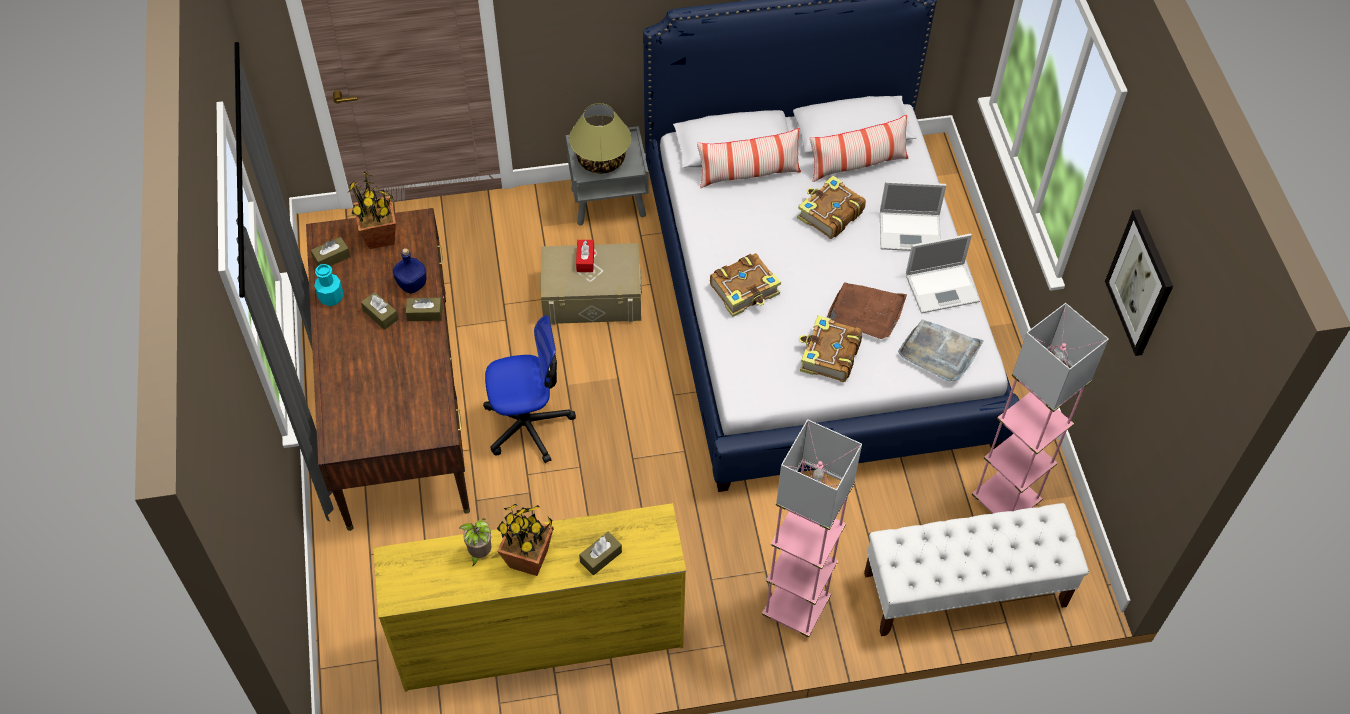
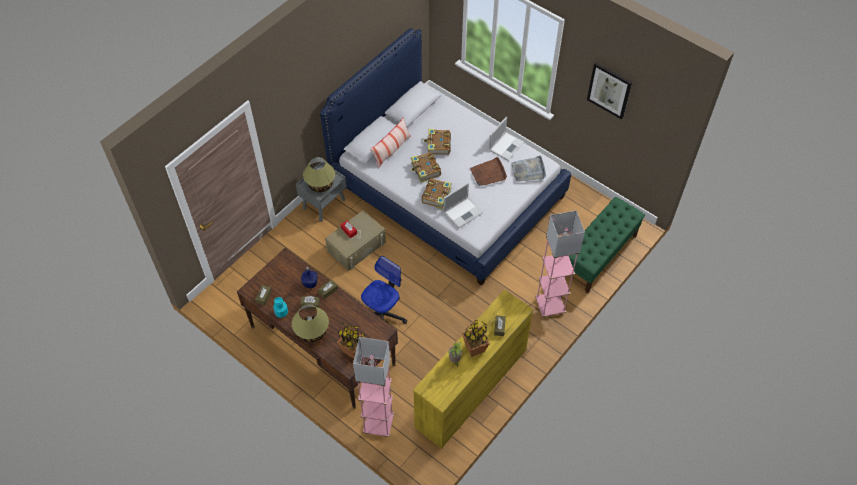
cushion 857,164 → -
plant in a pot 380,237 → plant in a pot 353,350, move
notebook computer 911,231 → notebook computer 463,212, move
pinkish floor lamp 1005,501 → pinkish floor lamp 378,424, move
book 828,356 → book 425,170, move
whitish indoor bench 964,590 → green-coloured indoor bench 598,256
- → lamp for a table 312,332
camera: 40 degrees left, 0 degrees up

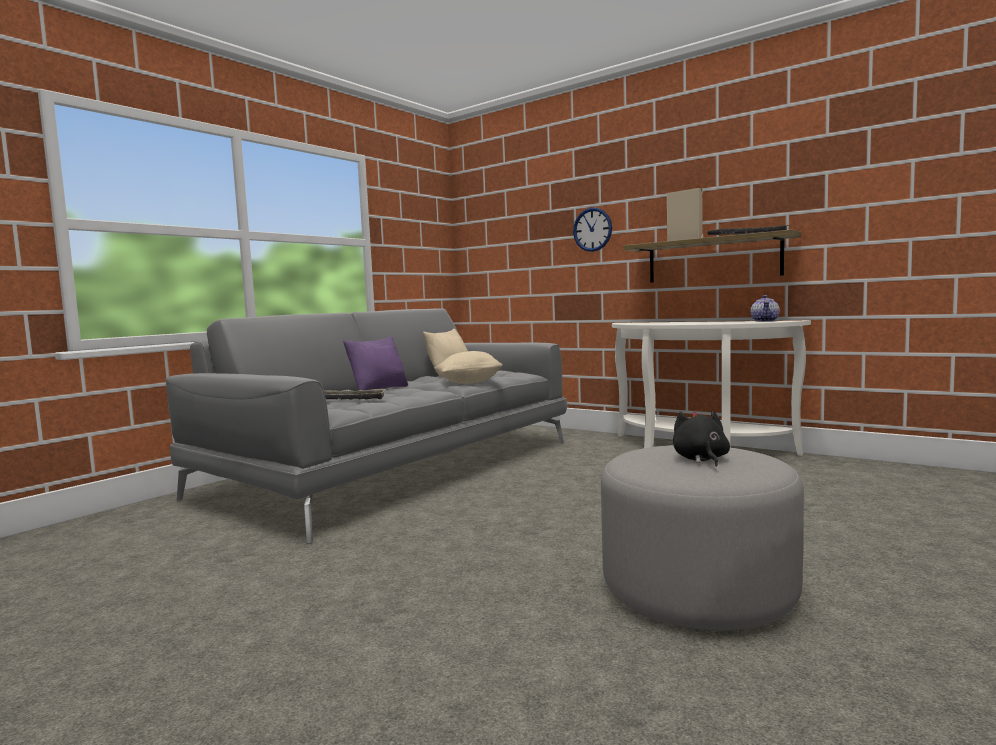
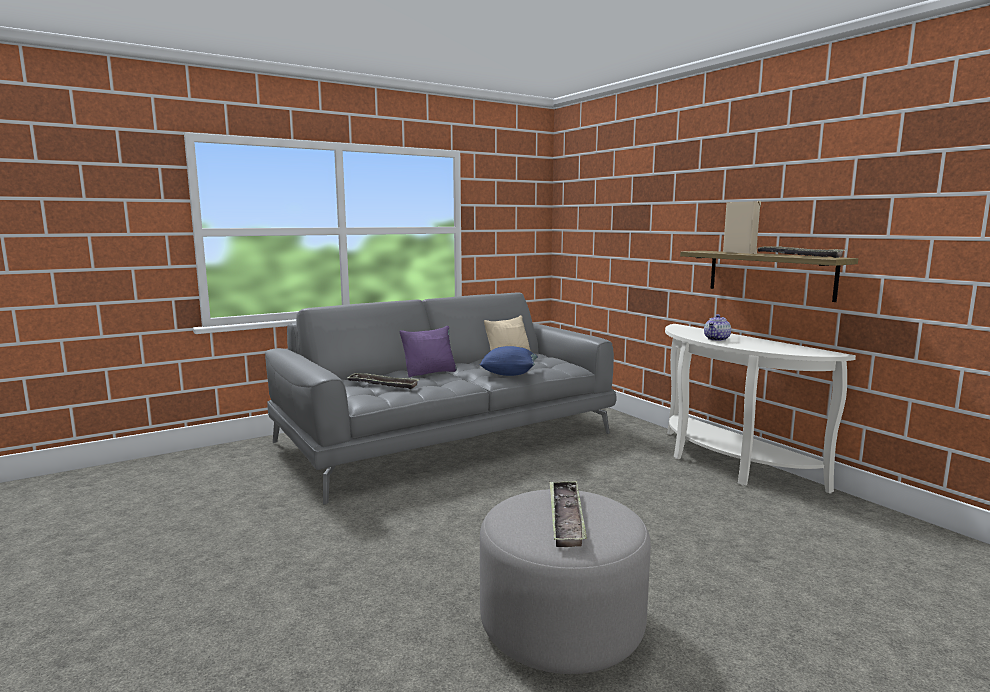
clock on the wall 592,229 → -
teapot 765,321 → teapot 717,339, move
beige-coloured cushion 469,382 → blue cushion 509,374
black-coloured cuddly toy 701,459 → serving tray 566,517
camera: 20 degrees right, 5 degrees up

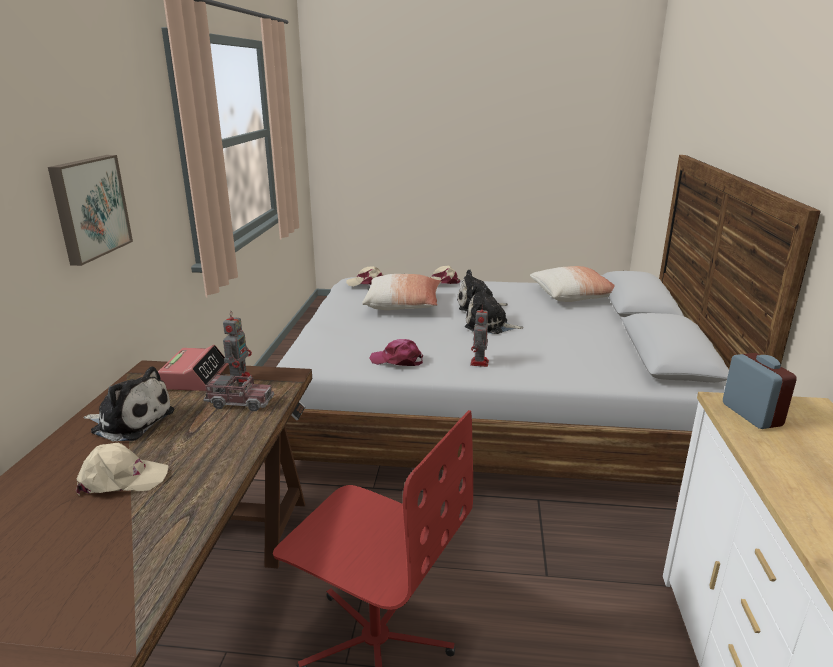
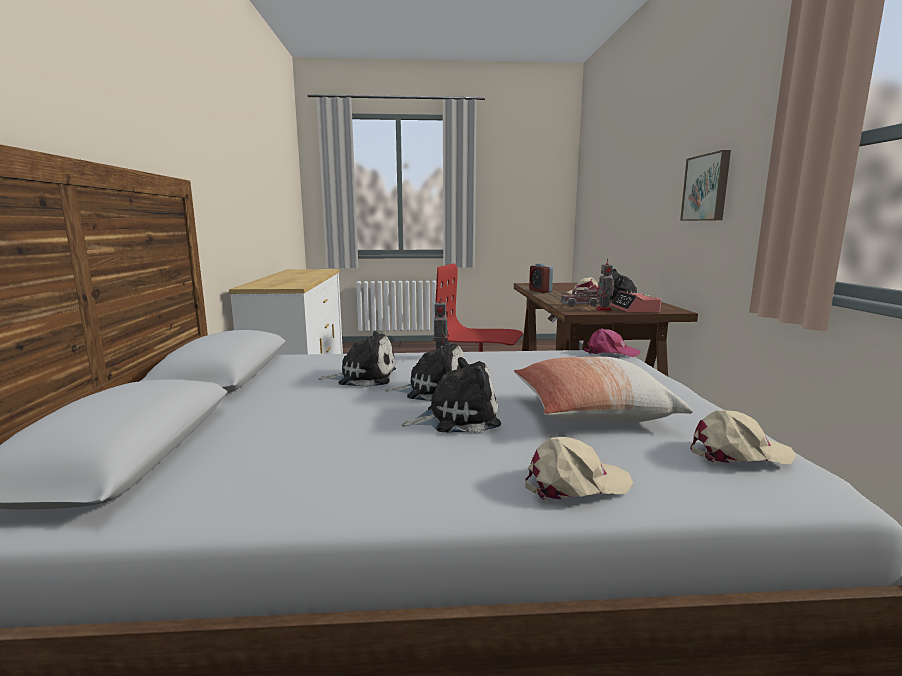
cushion 573,296 → -
pinkish cap 397,360 → pinkish cap 610,352, move
alarm clock 751,415 → alarm clock 540,291, move
- → cuddly toy 363,377
camera: 170 degrees right, 10 degrees down

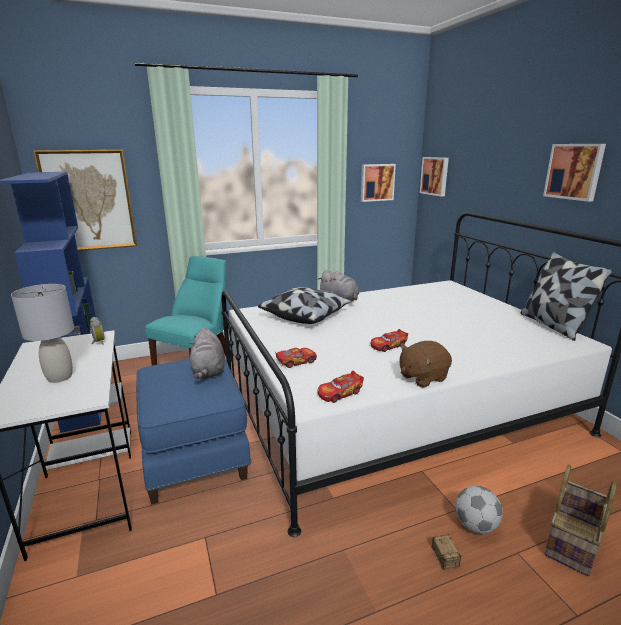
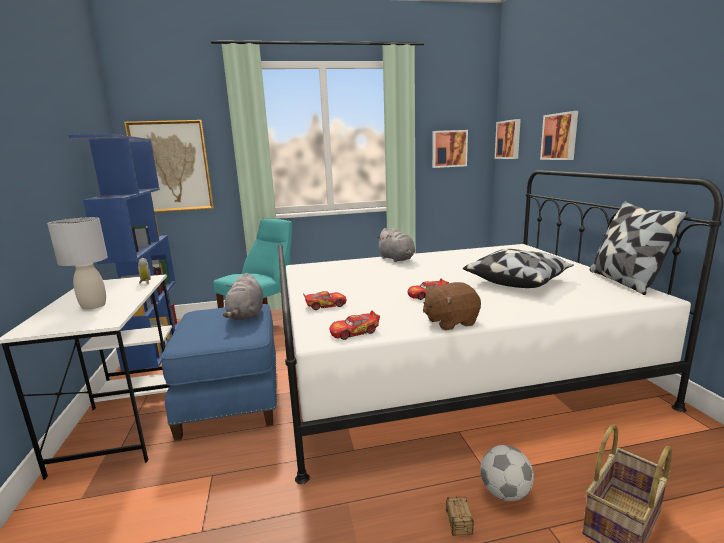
picture 574,171 → picture 560,136, move
cushion 306,316 → cushion 517,281, move
camera: 10 degrees right, 5 degrees down

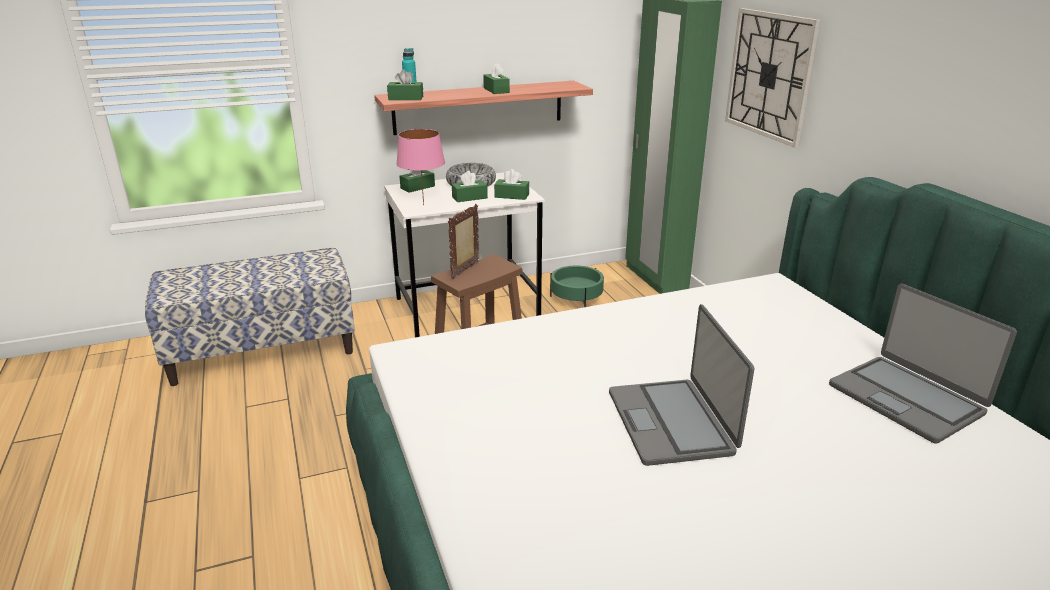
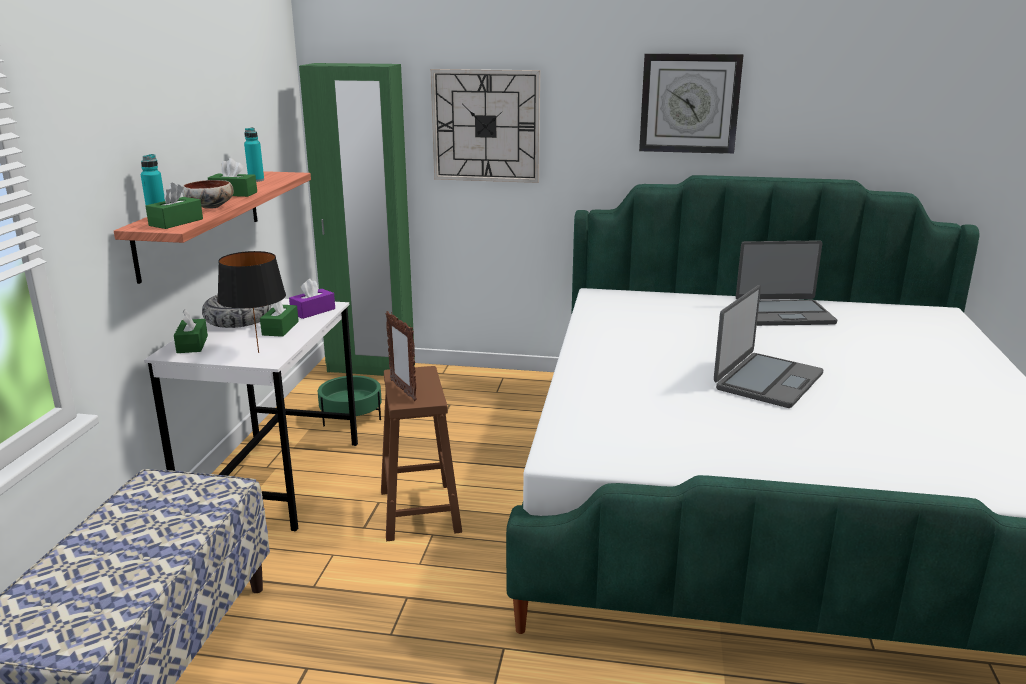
pinkish lamp for a table 424,204 → black-coloured lamp for a table 258,352
green-coloured tissue holder 511,196 → purple tissue holder 313,311
notebook computer 671,422 → notebook computer 767,381, 75 degrees counterclockwise
- → clock on the wall 689,103
- → blue-green drink bottle 256,180
- → bowl 210,207
camera: 60 degrees left, 5 degrees down

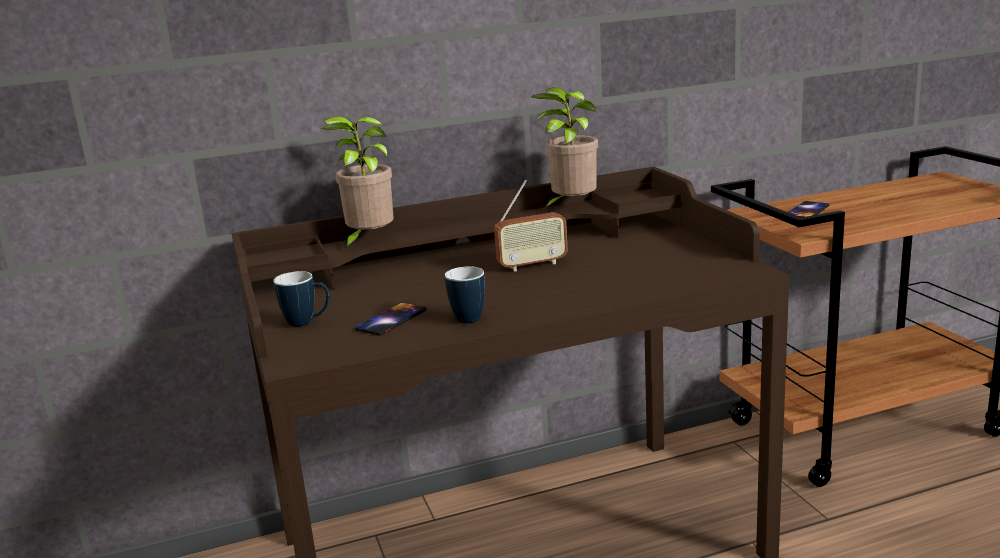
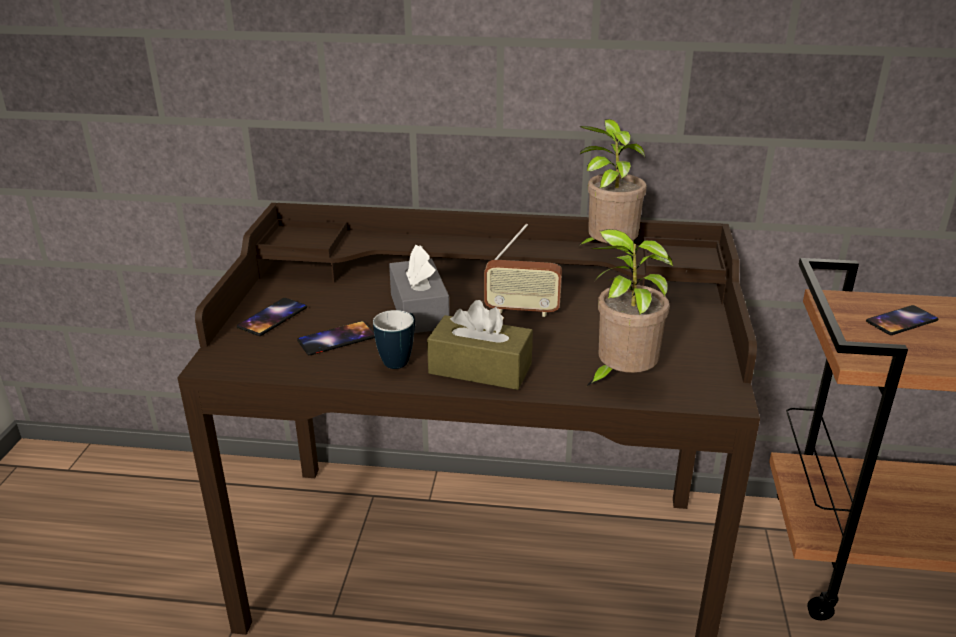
plant in a pot 368,242 → plant in a pot 621,379, move
mug 307,323 → phone 273,317
- → greyish tissue holder 419,311
- → brown tissue holder 480,369
camera: 25 degrees right, 10 degrees up

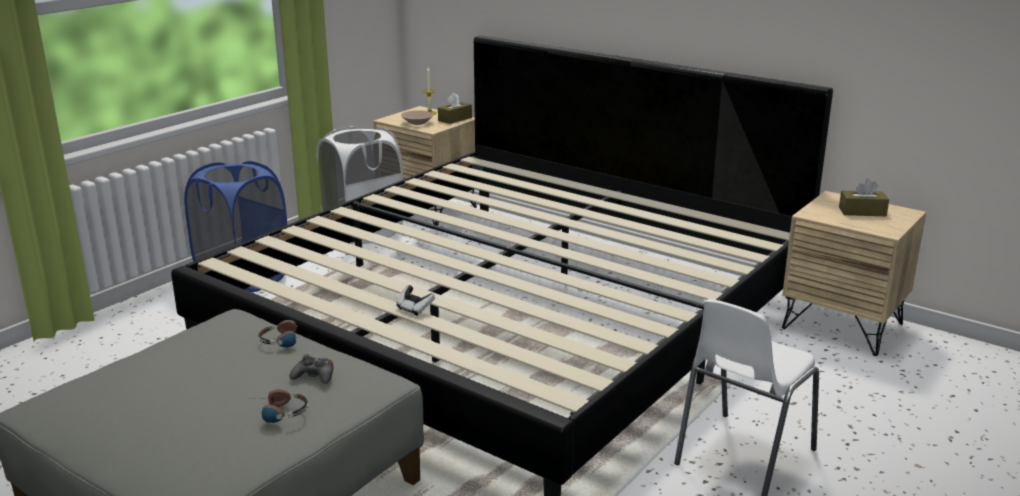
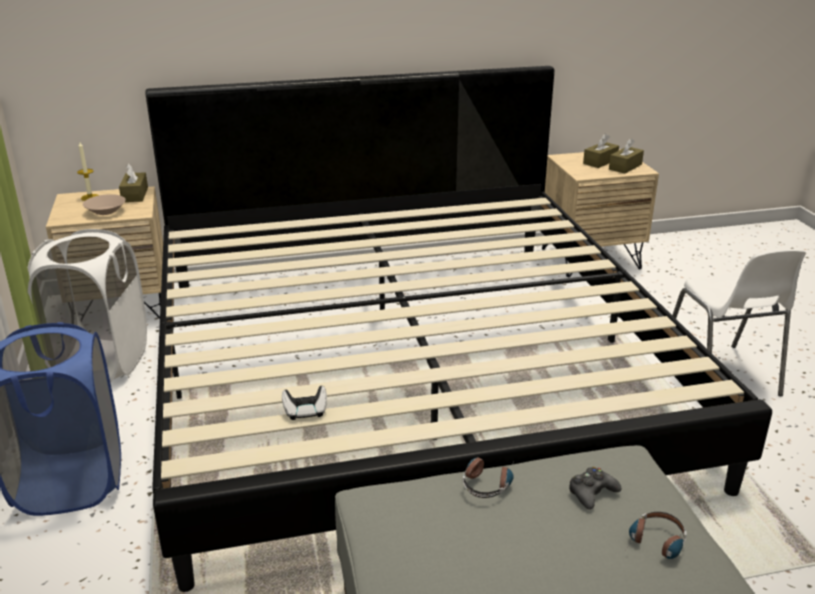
gamepad 414,309 → gamepad 305,412, move
- → brown tissue holder 625,167
camera: 50 degrees left, 5 degrees up

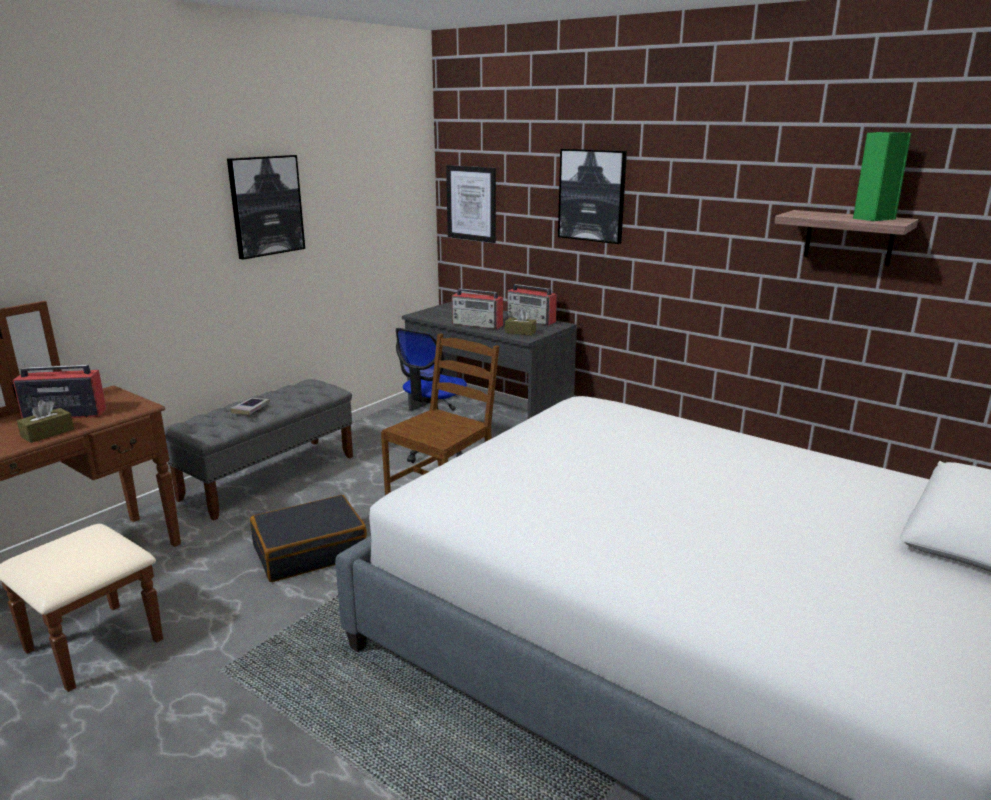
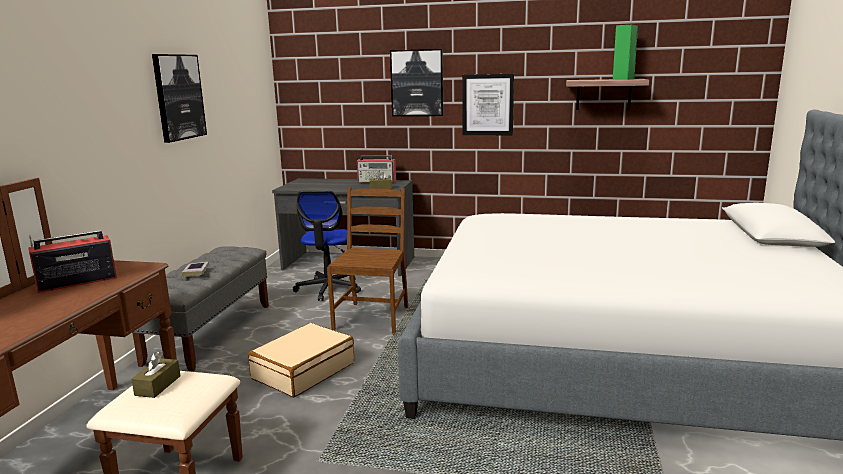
picture 471,203 → picture 487,105, move
radio 478,325 → -
brown tissue holder 47,433 → brown tissue holder 158,385, move
black-coloured piece of luggage 310,551 → beige-coloured piece of luggage 303,371
camera: 25 degrees left, 5 degrees down

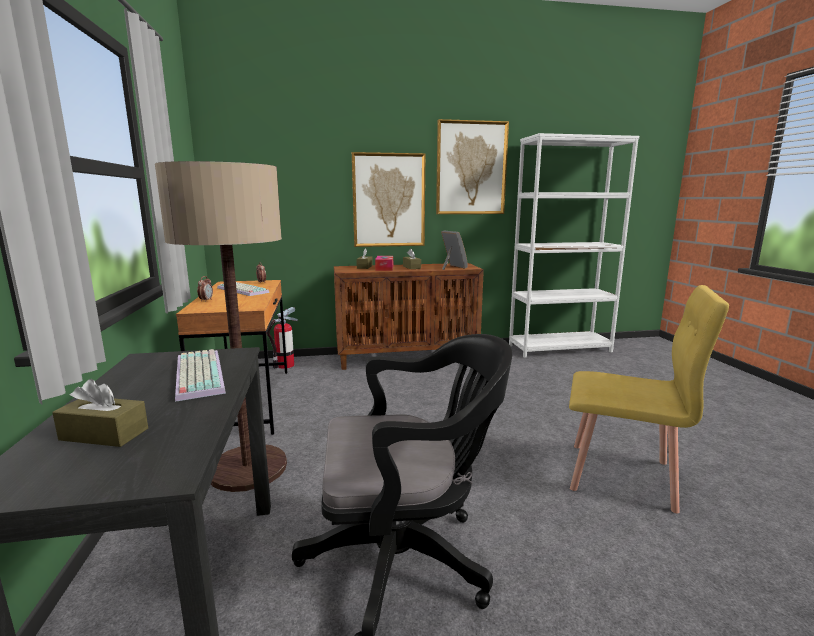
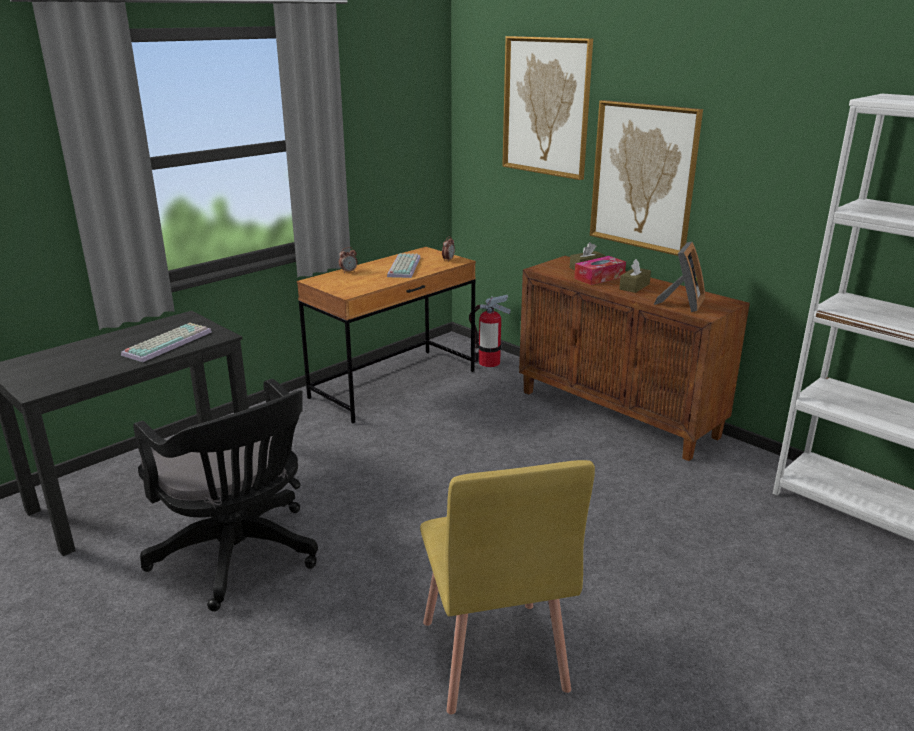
picture 471,168 → picture 546,107, move
floor lamp 248,468 → -
brown tissue holder 104,434 → -
camera: 55 degrees right, 10 degrees up

